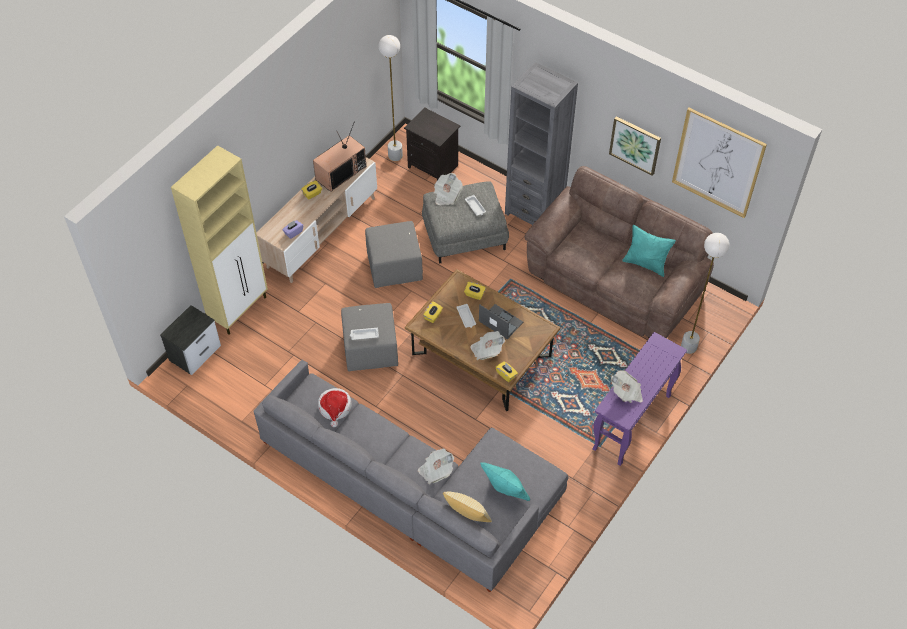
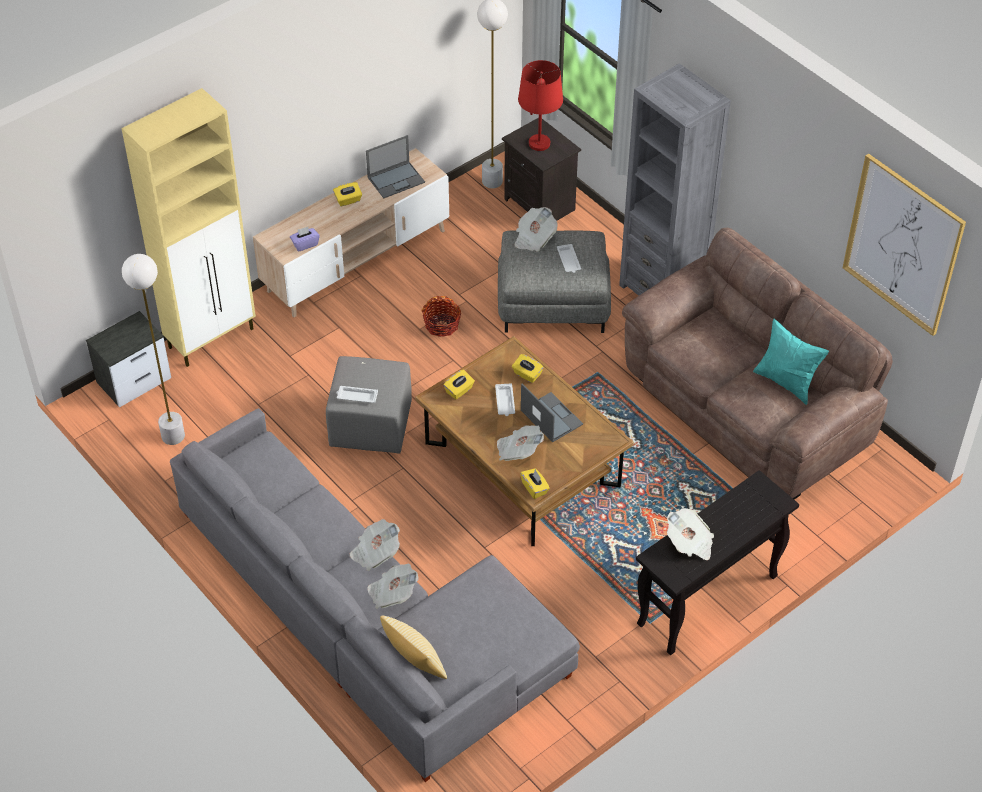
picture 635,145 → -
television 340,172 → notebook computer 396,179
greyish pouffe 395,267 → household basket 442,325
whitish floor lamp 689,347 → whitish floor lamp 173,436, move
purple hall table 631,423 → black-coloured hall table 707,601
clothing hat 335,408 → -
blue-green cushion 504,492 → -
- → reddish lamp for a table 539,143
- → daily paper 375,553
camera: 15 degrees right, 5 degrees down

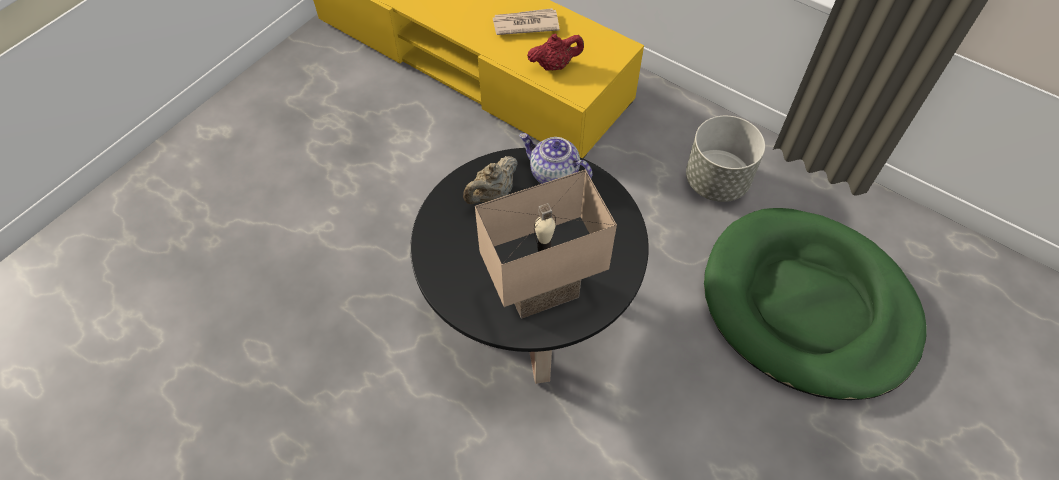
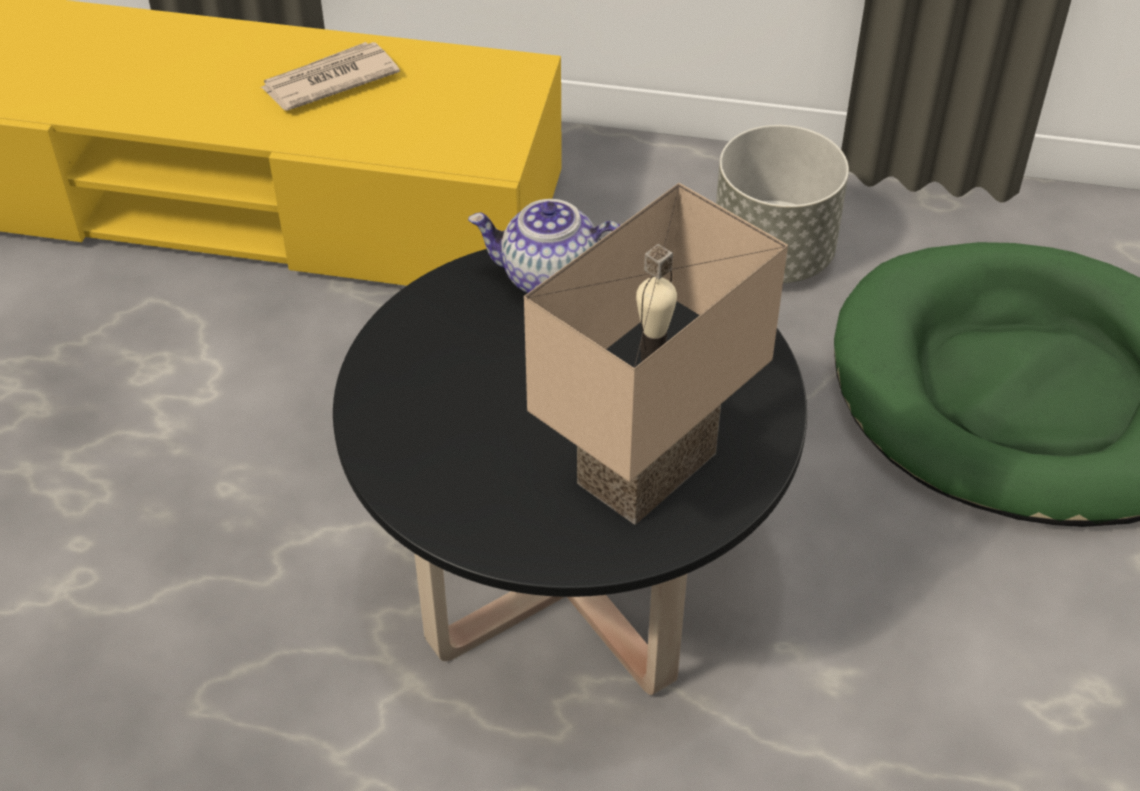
reddish teapot 554,65 → -
beige-coloured teapot 492,195 → -
camera: 25 degrees left, 10 degrees down

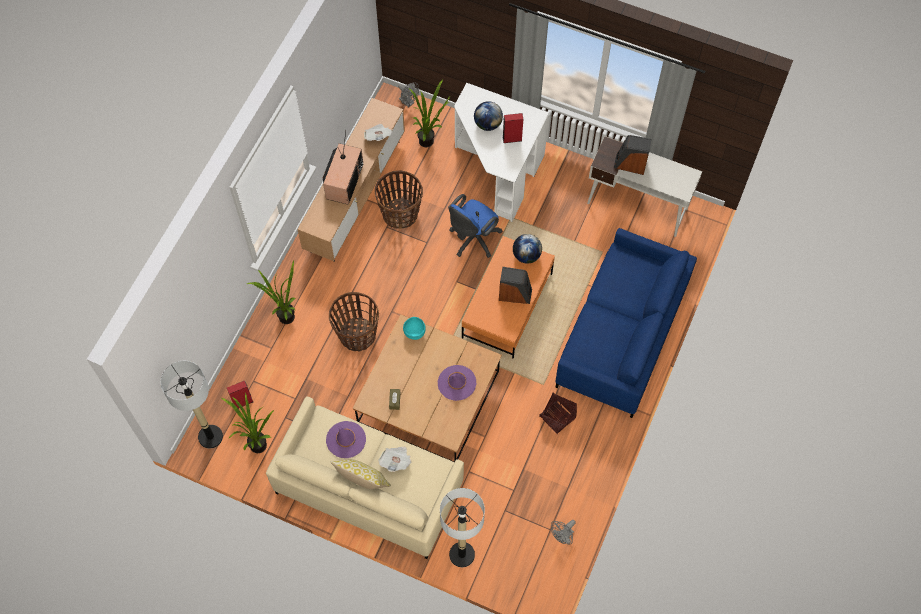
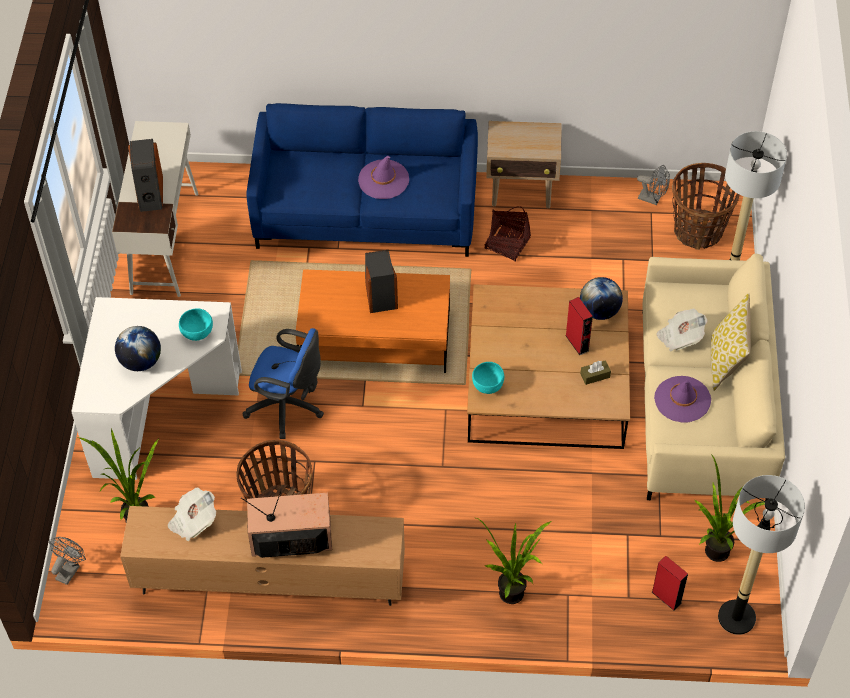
reddish audio speaker 512,139 → reddish audio speaker 577,343, move
desk globe 526,255 → desk globe 599,311, move
household basket 357,335 → household basket 698,230, move
purple clothing hat 456,383 → purple clothing hat 383,180, move
- → beige-coloured side table 522,193
- → blue-green bowl 198,333
camera: 110 degrees left, 10 degrees down

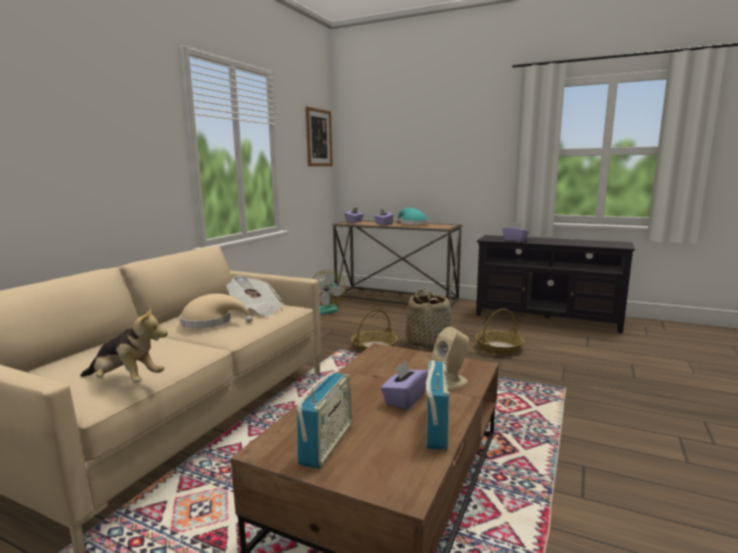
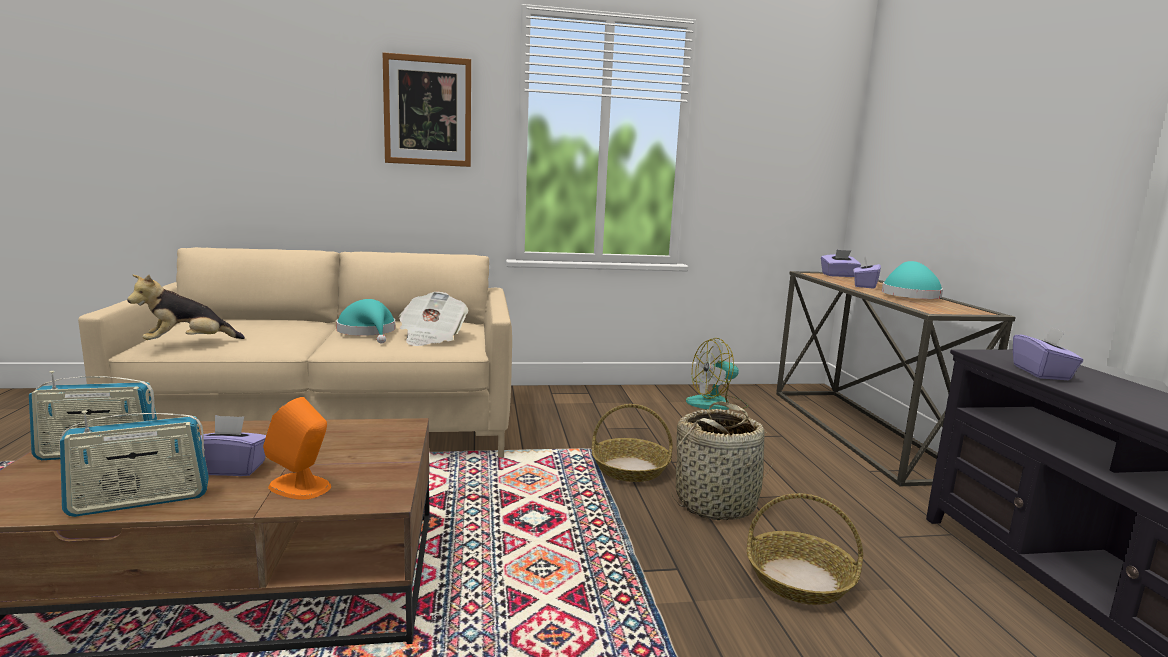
picture 318,138 → picture 428,111, move
beige-coloured clothing hat 211,322 → blue-green clothing hat 368,332
cuddly toy 126,381 → cuddly toy 187,344, 75 degrees clockwise
beige-coloured audio speaker 450,382 → orangey audio speaker 300,487
camera: 55 degrees right, 0 degrees up

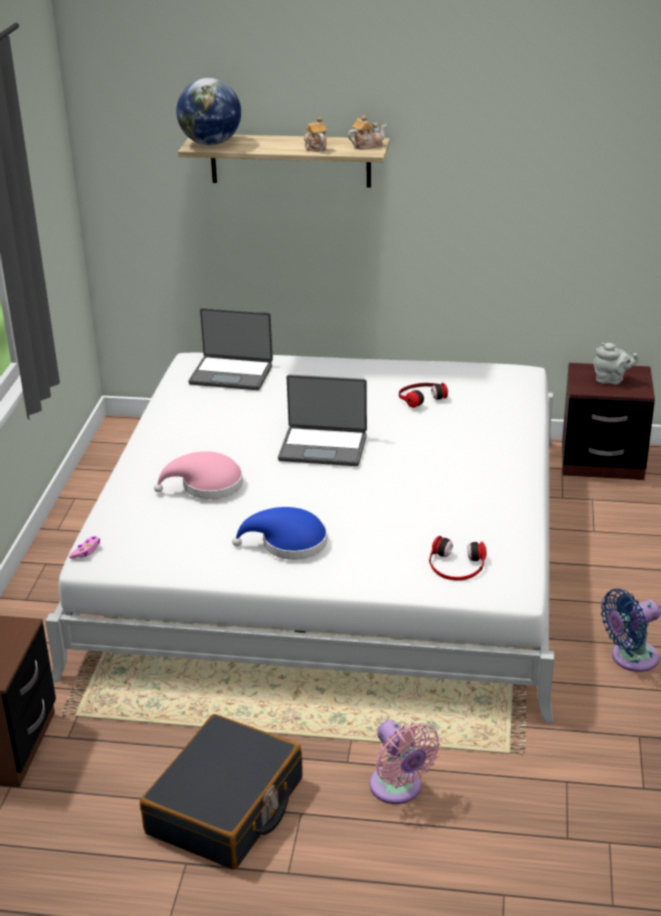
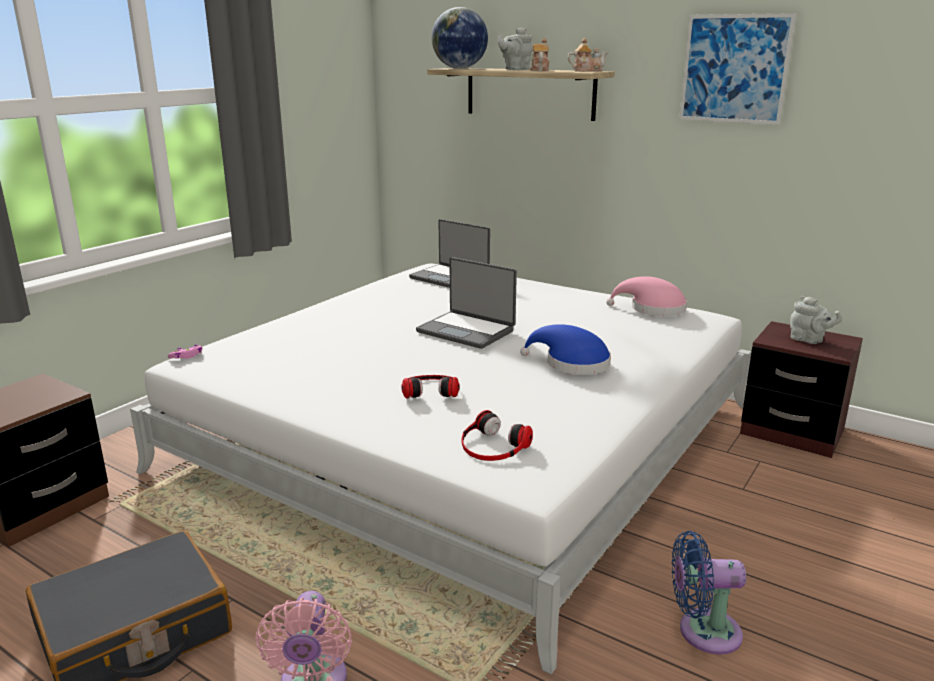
headphones 420,397 → headphones 430,390, move
pinkish clothing hat 207,486 → pinkish clothing hat 653,309, move
blue clothing hat 288,543 → blue clothing hat 572,363, move
- → picture 734,69
- → greyish teapot 515,69
camera: 25 degrees right, 10 degrees down

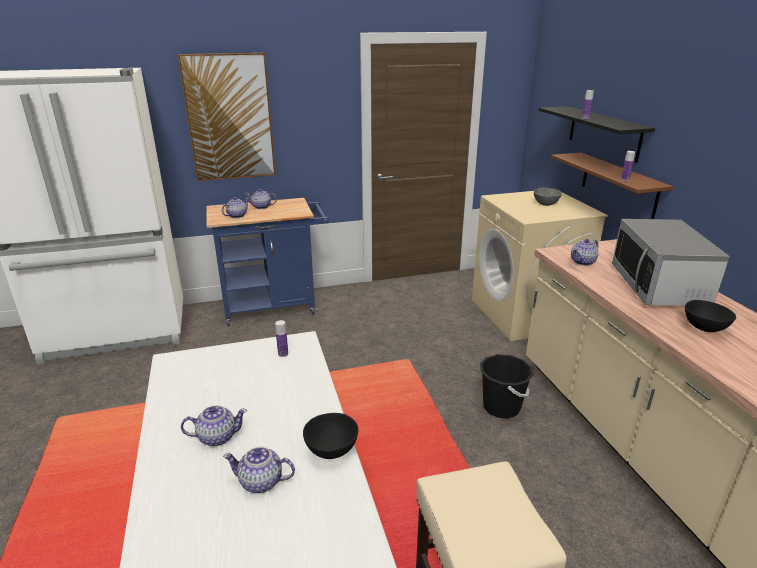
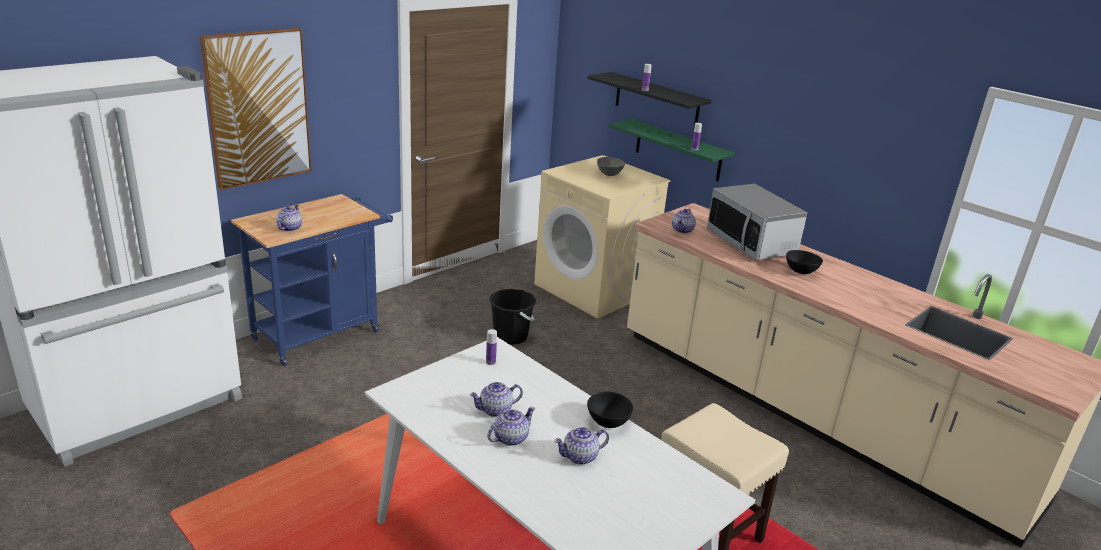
brown wall shelf 618,184 → green-coloured wall shelf 678,150
teapot 261,207 → teapot 496,410, move
black-coloured pail 501,407 → black-coloured pail 511,336, move
camera: 30 degrees left, 0 degrees up

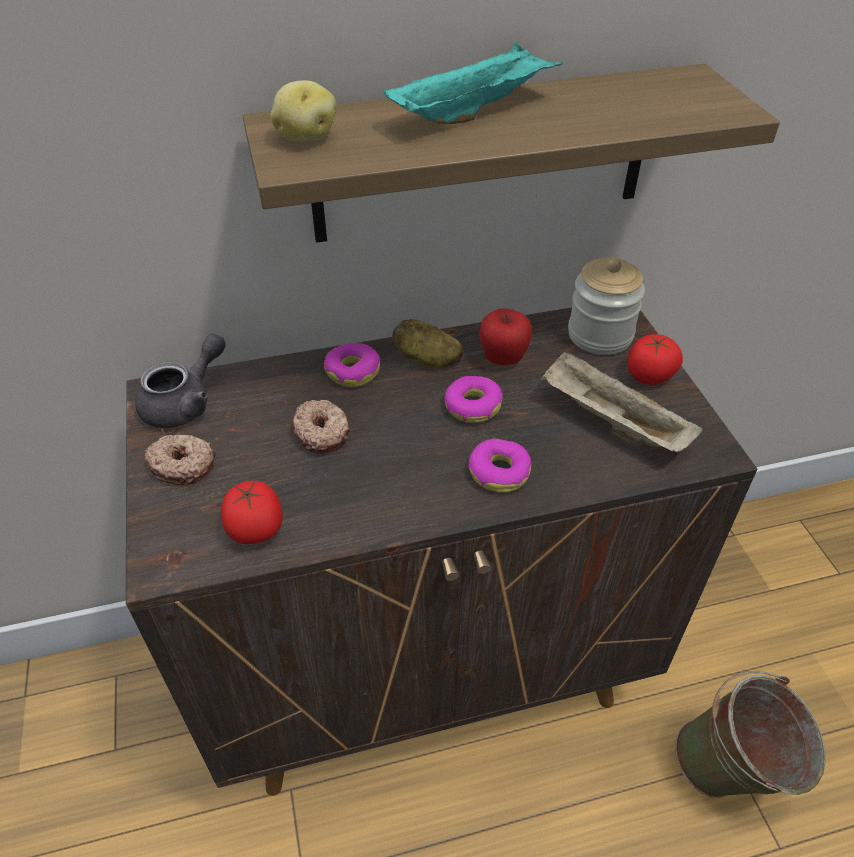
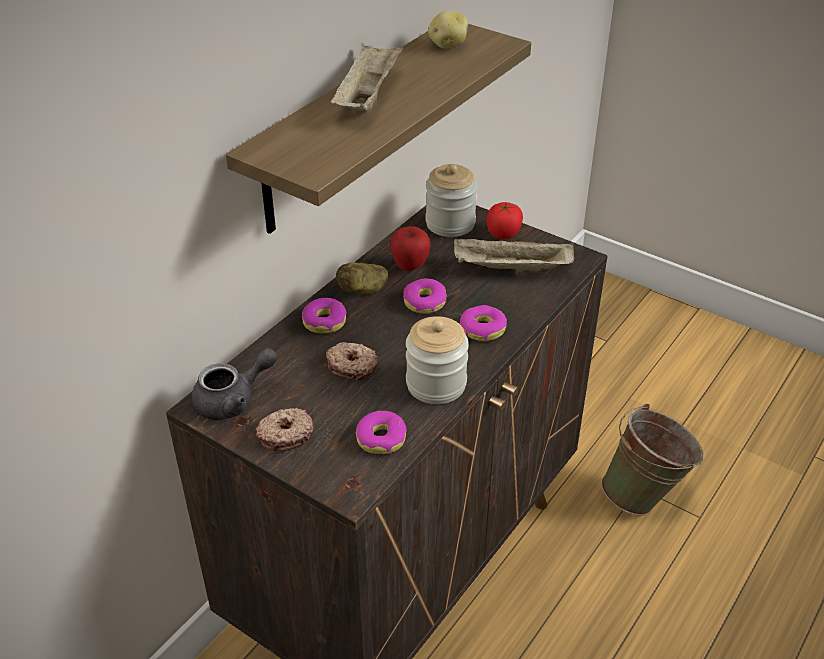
blue-green serving tray 473,111 → beige-coloured serving tray 367,96
spud 305,137 → spud 447,45, move
greyish teapot 186,403 → greyish teapot 233,400, 60 degrees clockwise
fresh tomato 255,528 → donut 381,438
- → storage jar 436,384
camera: 40 degrees left, 5 degrees down

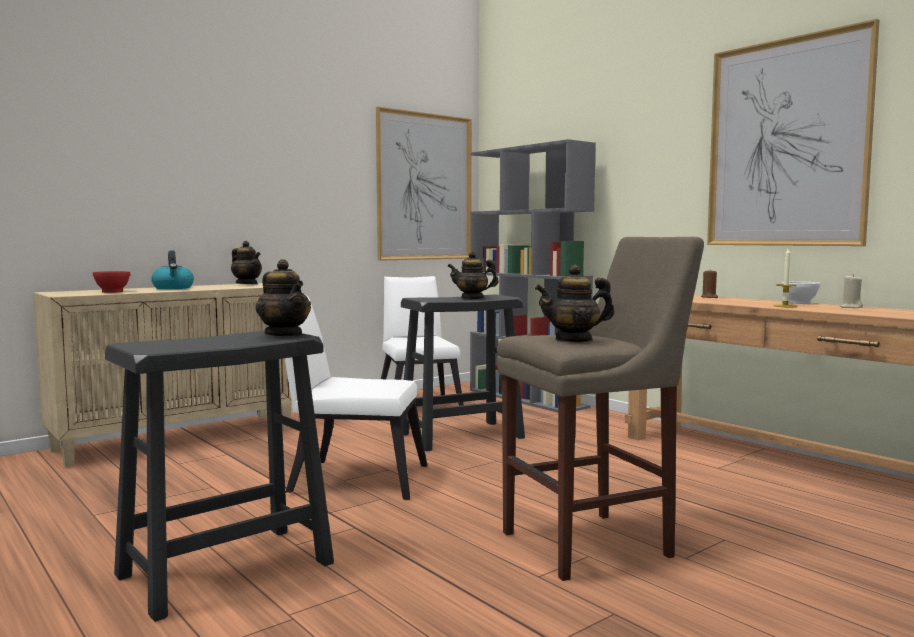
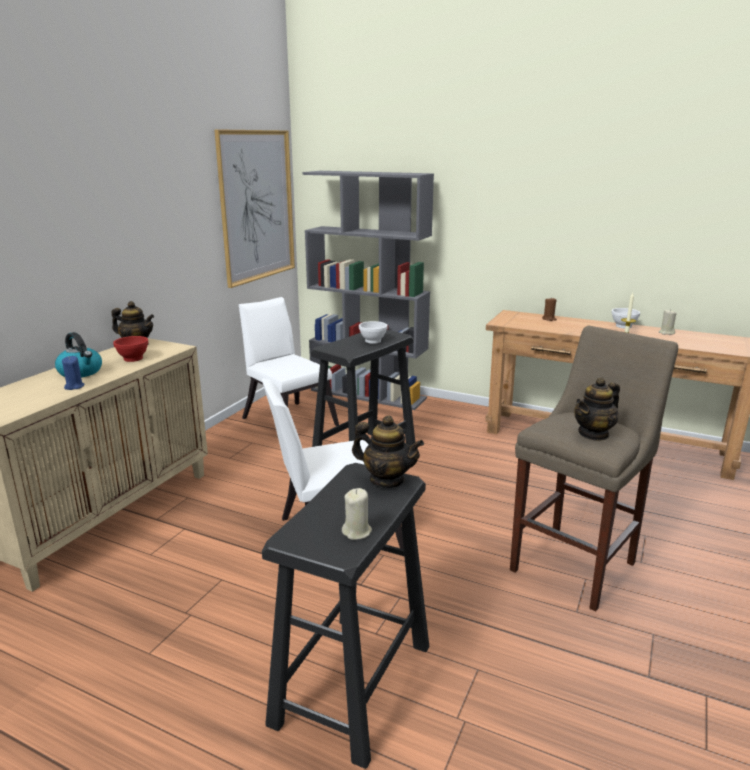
picture 786,143 → -
teapot 472,298 → whitish bowl 373,341
reddish bowl 112,292 → reddish bowl 133,359, move
- → blue candle 74,386
- → beige-coloured candle 357,532
camera: 25 degrees left, 15 degrees up

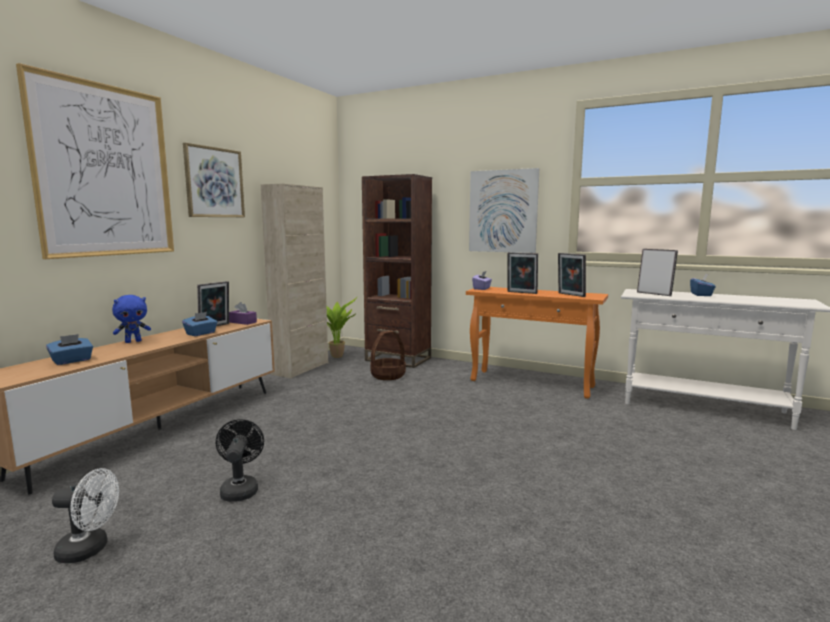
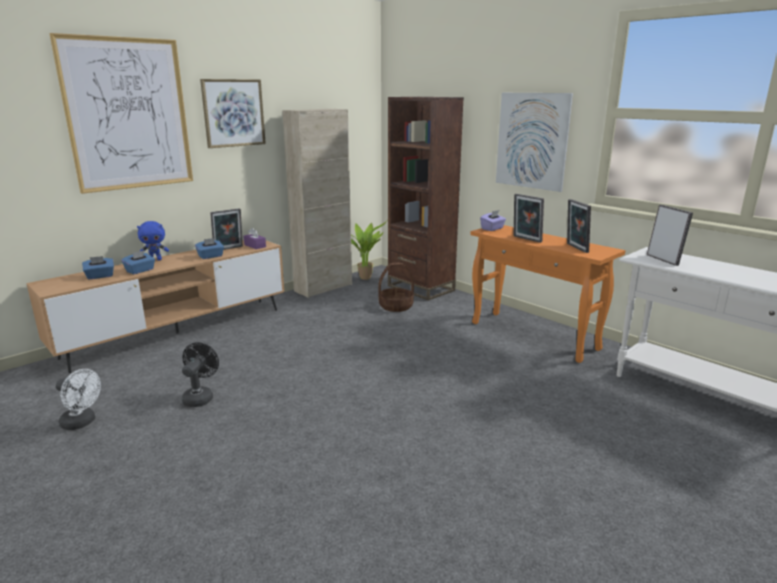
blue tissue holder 701,294 → blue tissue holder 140,271, move
camera: 20 degrees right, 10 degrees up

